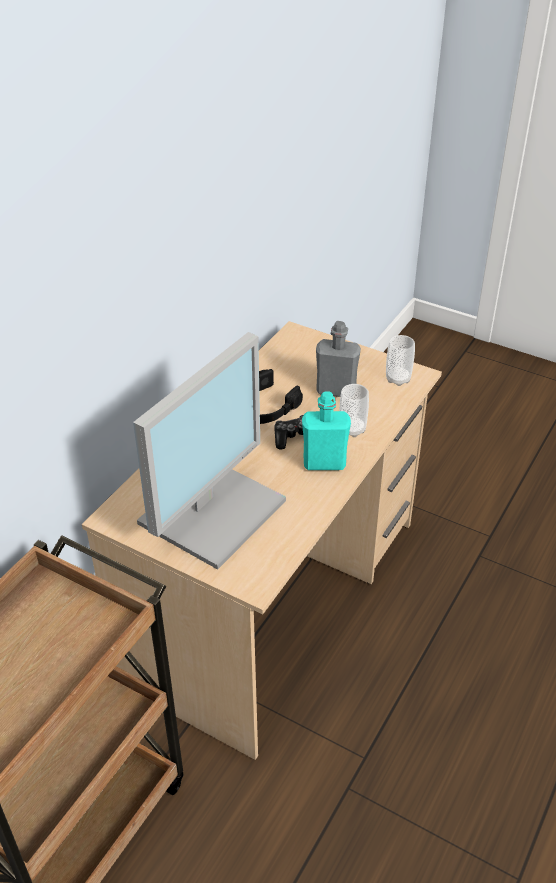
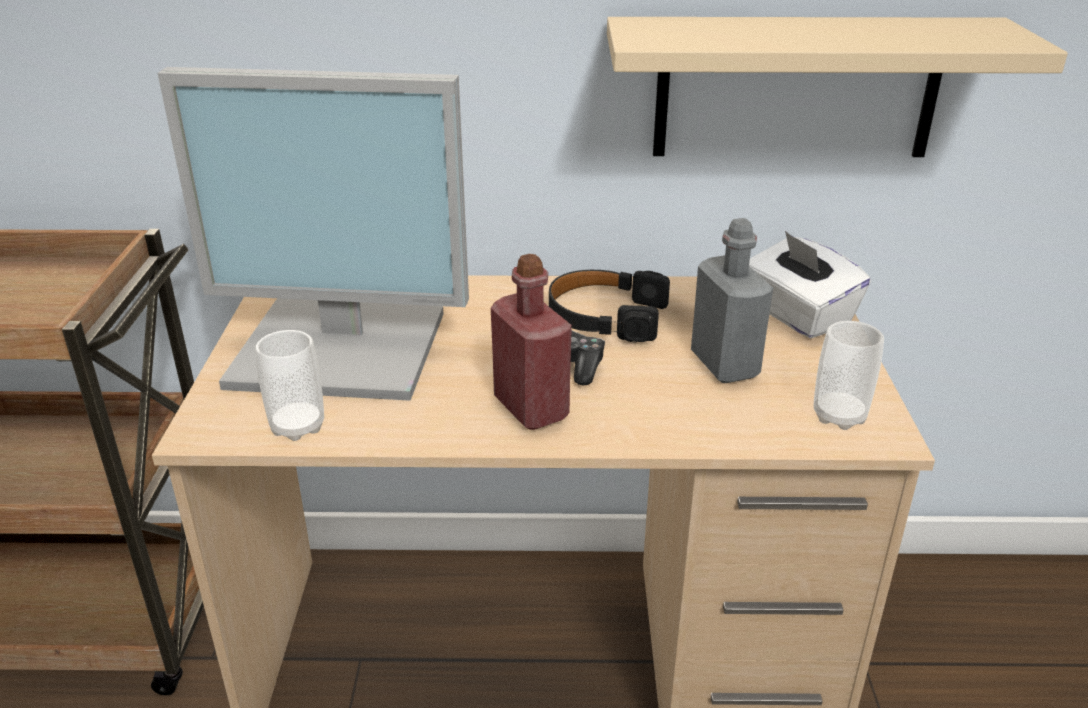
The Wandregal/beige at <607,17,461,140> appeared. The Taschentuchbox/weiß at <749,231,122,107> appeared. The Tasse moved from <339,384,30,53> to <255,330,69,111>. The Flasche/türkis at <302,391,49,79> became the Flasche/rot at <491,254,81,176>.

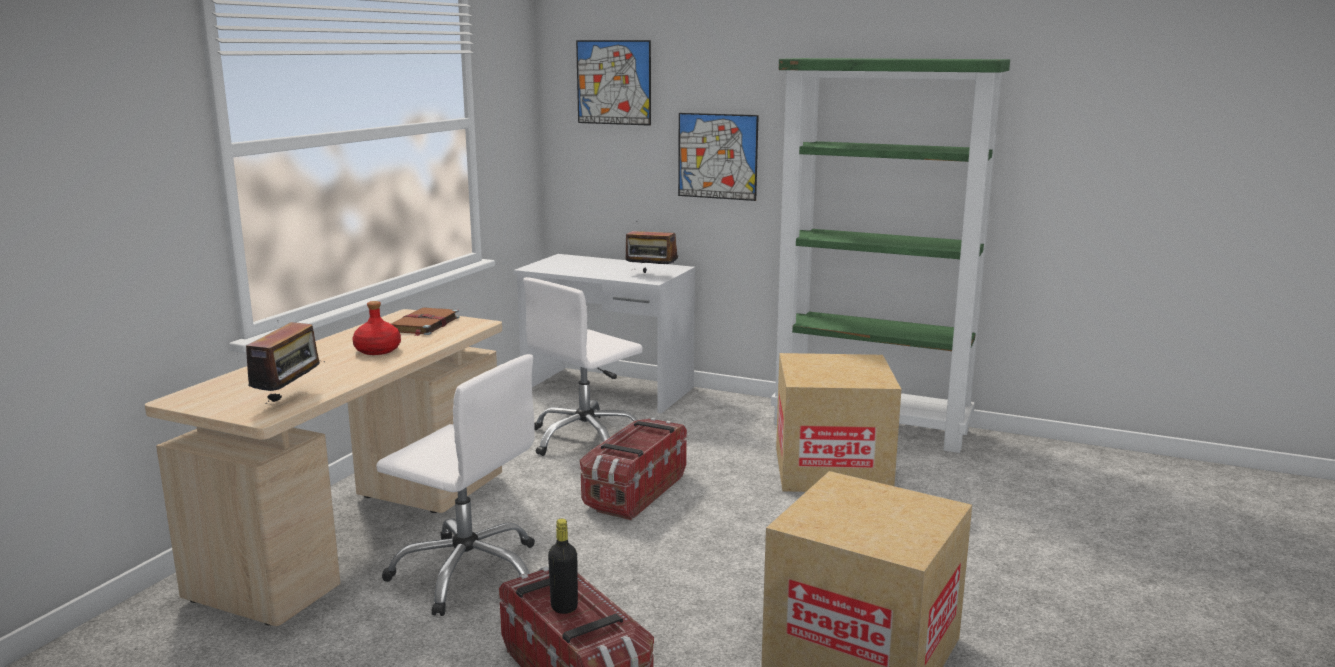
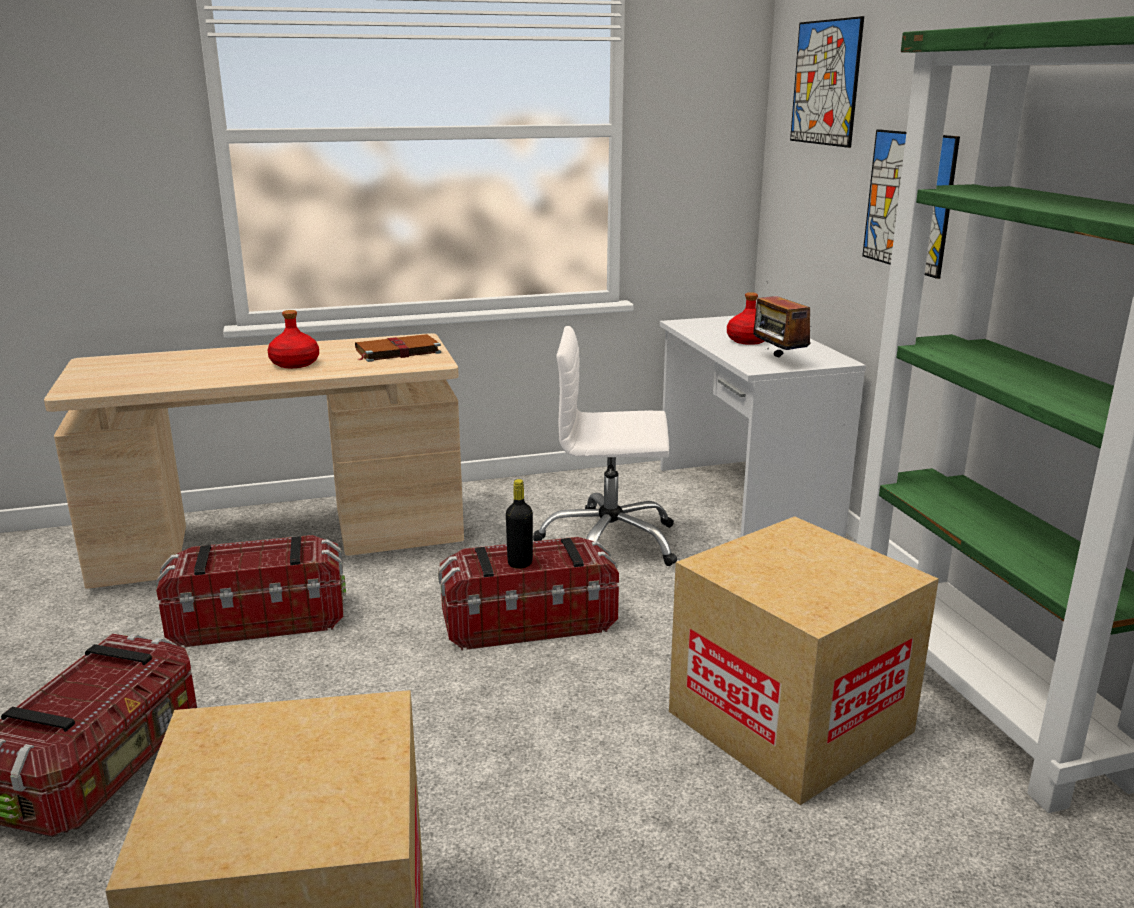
The Radio at <237,322,88,82> disappeared. The Flasche/rot at <727,292,37,53> appeared. The Flasche/schwarz moved from <548,519,30,95> to <506,479,27,90>. The Bürostuhl/weiß at <376,354,159,262> was replaced by the Aufbewahrungsbox at <156,535,190,112>.

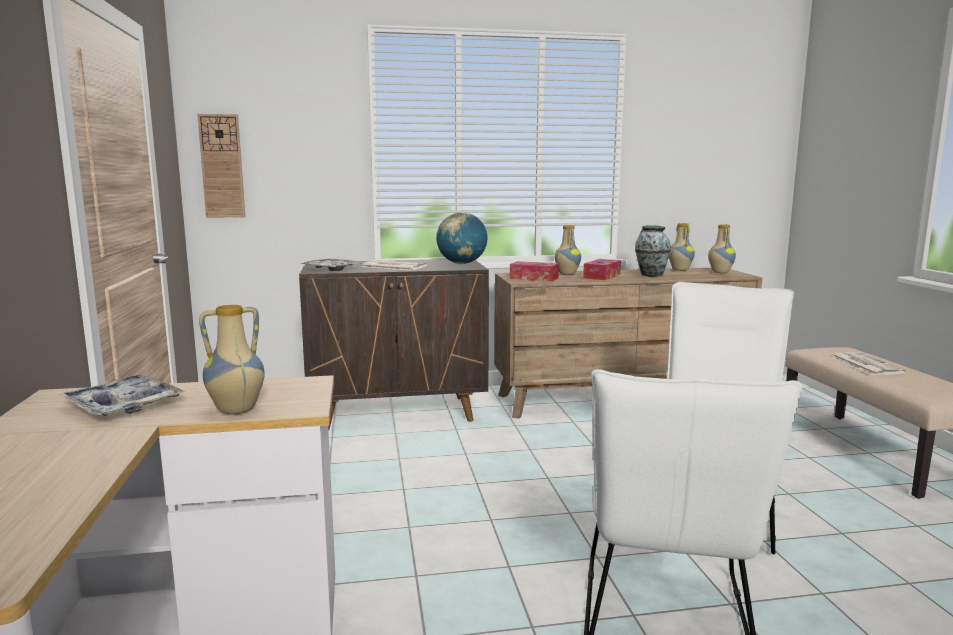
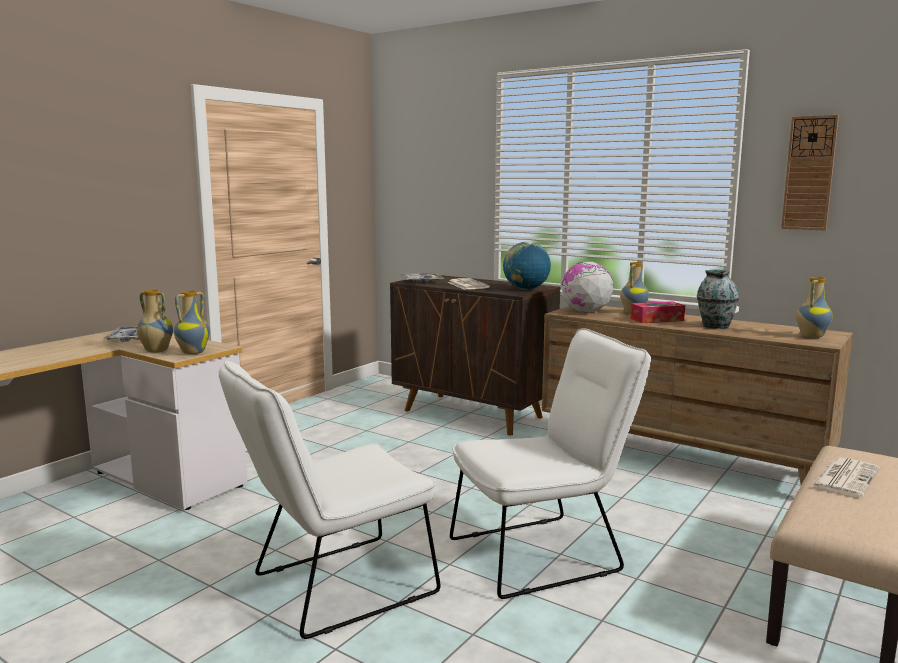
The Wanduhr moved from <197,114,48,104> to <781,115,58,116>. The Vase moved from <669,223,26,48> to <174,291,36,63>. The Taschentuchbox at <510,261,49,21> was replaced by the Globus at <562,262,51,51>.

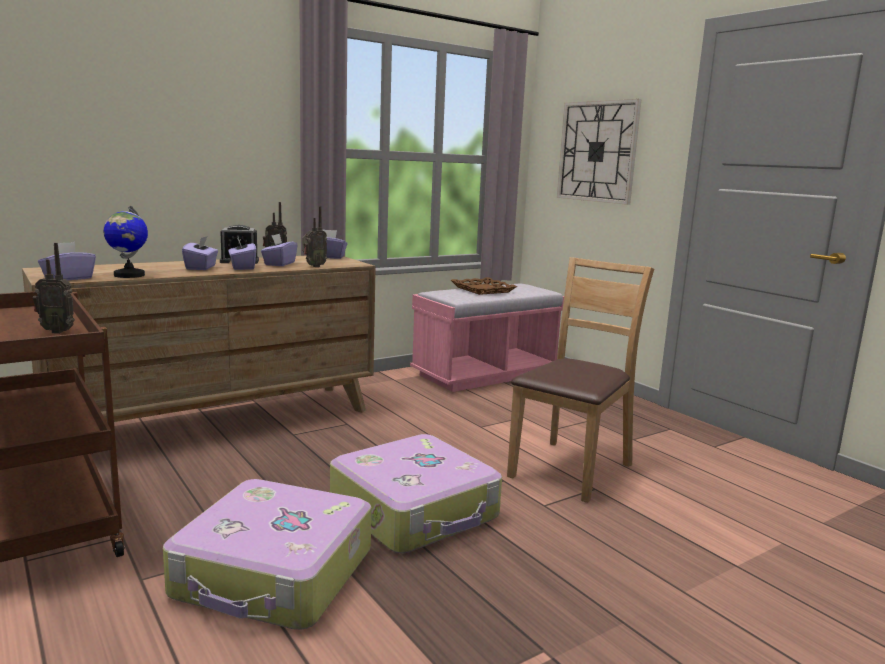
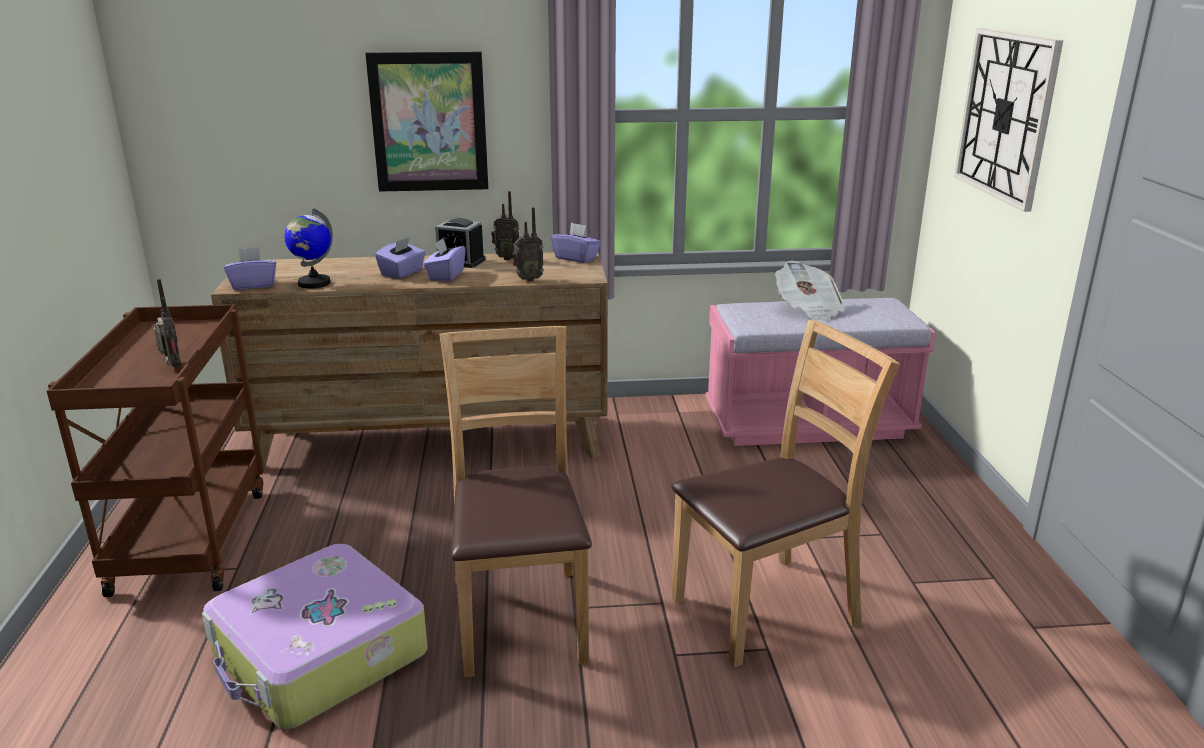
The Taschentuchbox/lila at <261,234,37,32> disappeared. The Bild at <365,52,123,140> appeared. The Koffer at <330,434,172,119> was replaced by the Stuhl/braun at <439,326,153,352>. The Tablett/braun at <451,277,66,18> was replaced by the Zeitung at <775,261,70,61>. The Radio at <33,243,42,91> turned 150 degrees counterclockwise.

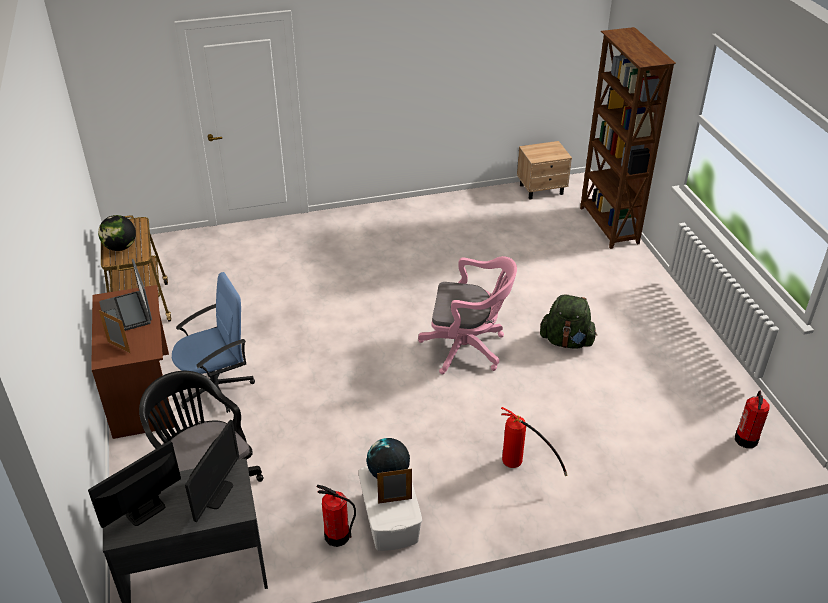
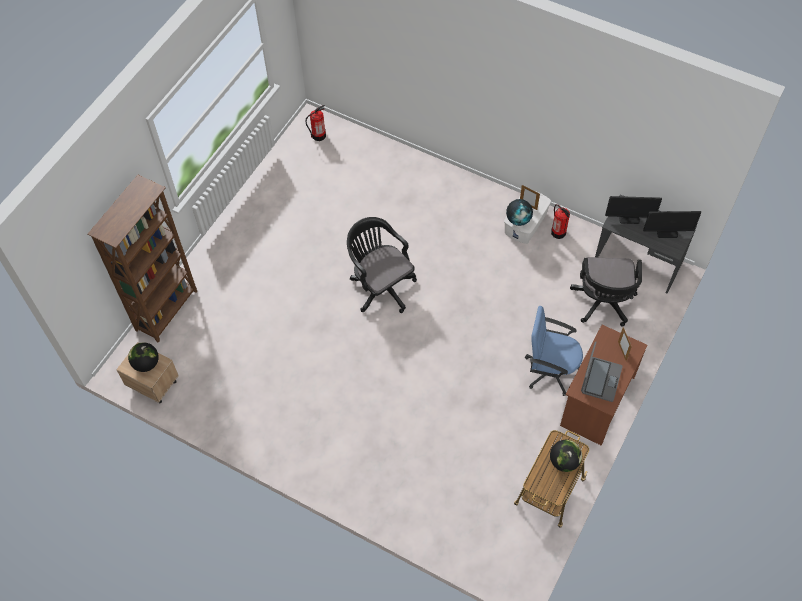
The Feuerlöscher at <501,407,66,69> disappeared. The Rucksack/grün at <540,294,57,55> disappeared. The Globus at <128,342,31,30> appeared. The Bürostuhl/rosa at <418,256,99,118> became the Bürostuhl/schwarz at <347,217,70,96>. The Monitor at <185,420,54,102> turned 150 degrees counterclockwise.

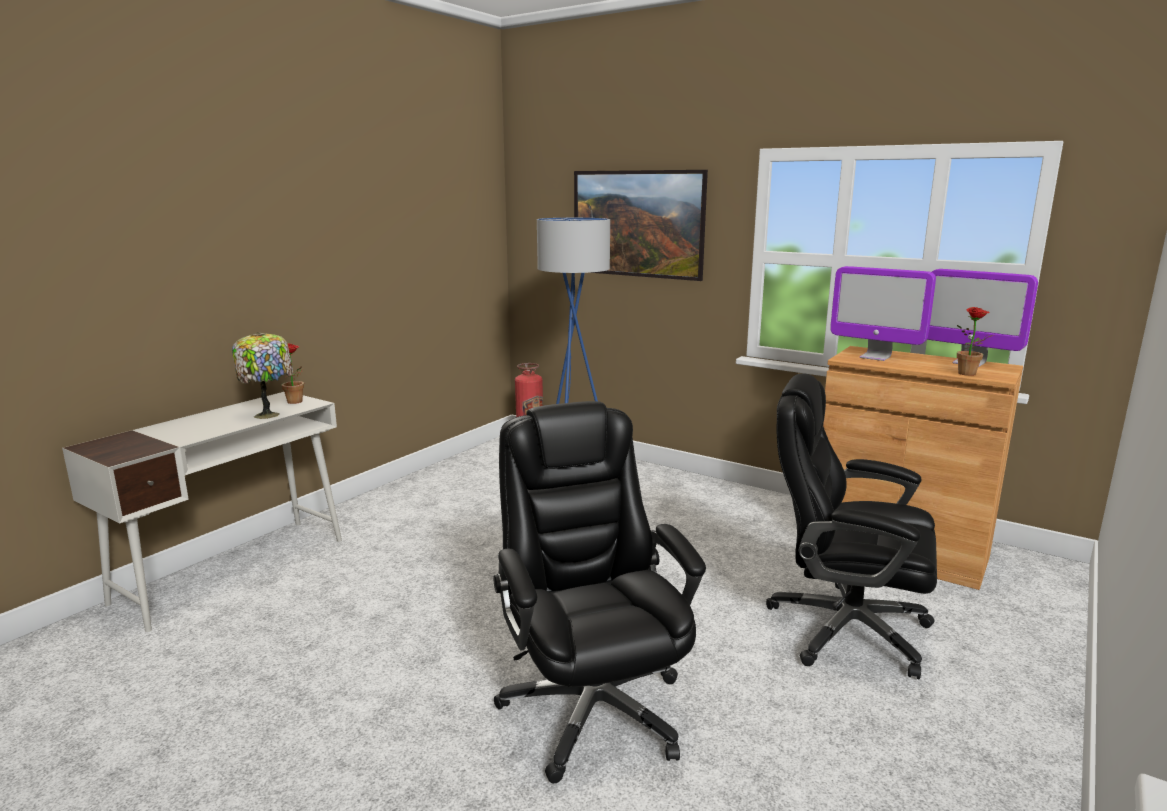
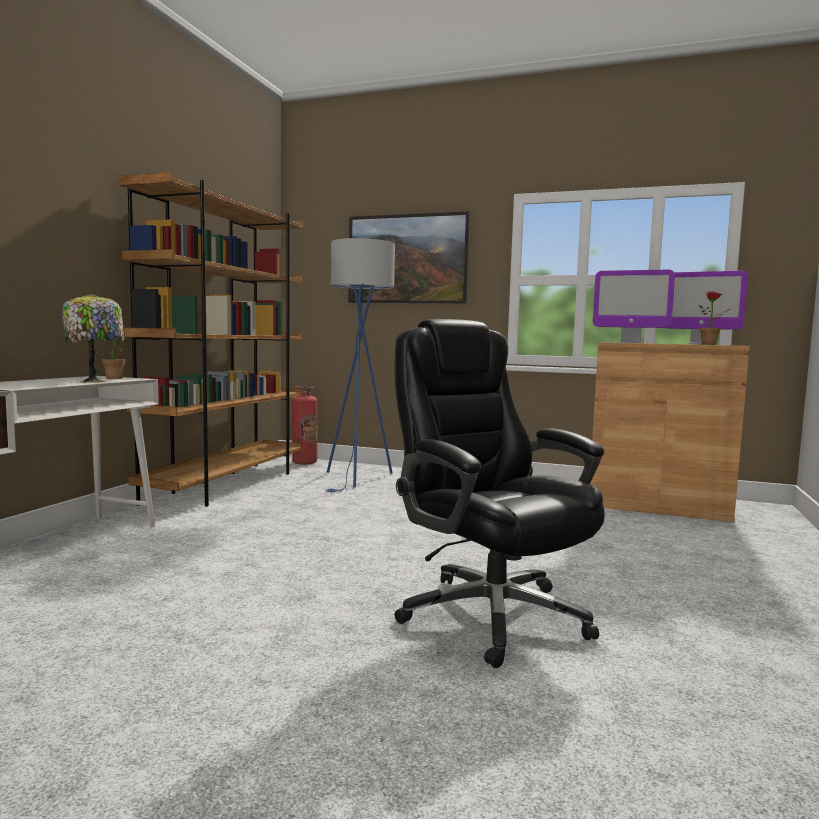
The Bürostuhl/schwarz at <766,373,171,306> disappeared. The Bücherregal/braun at <120,172,183,334> appeared.

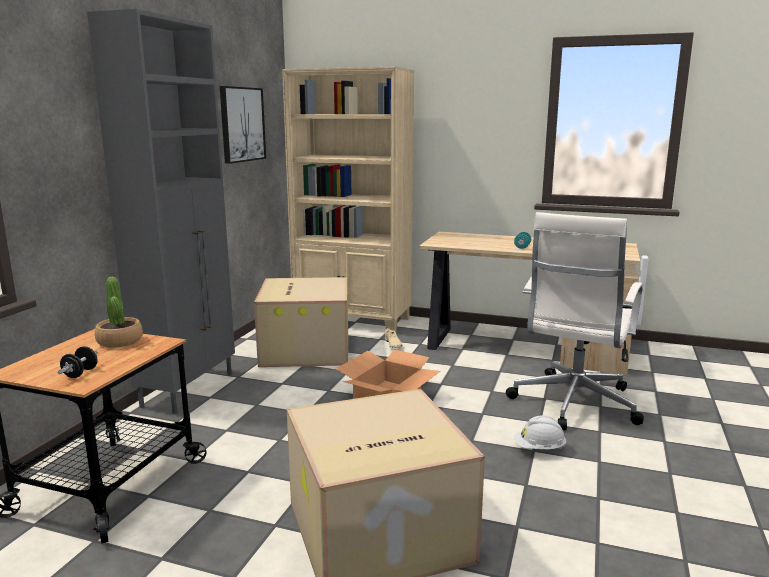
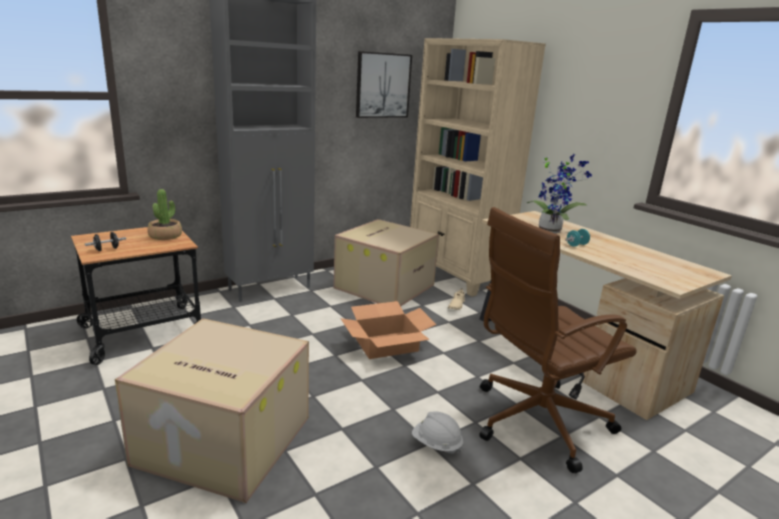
The Topfpflanze at <527,154,65,80> appeared. The Bürostuhl/weiß at <506,212,138,218> became the Bürostuhl/braun at <479,207,158,267>.

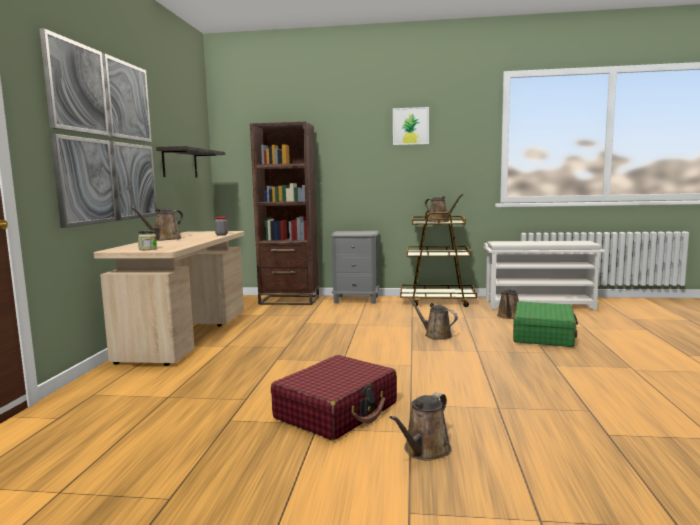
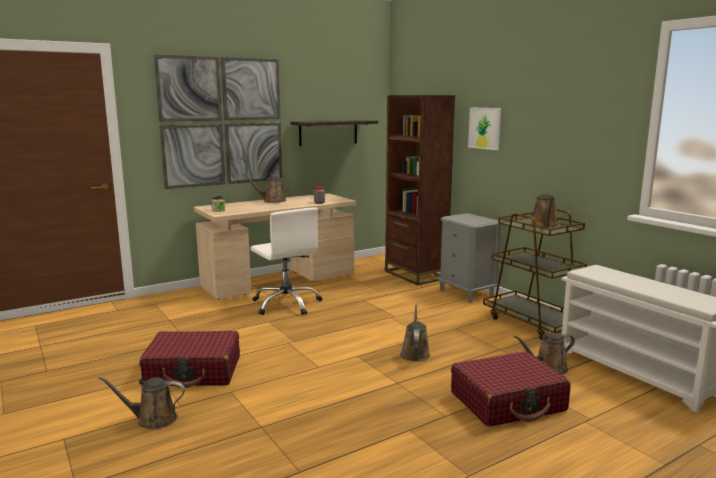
The Bürostuhl/weiß at <251,207,71,108> appeared. The Bild moved from <393,107,36,38> to <468,108,33,42>. The Koffer/grün at <513,301,65,46> became the Koffer/rot at <451,351,119,76>.

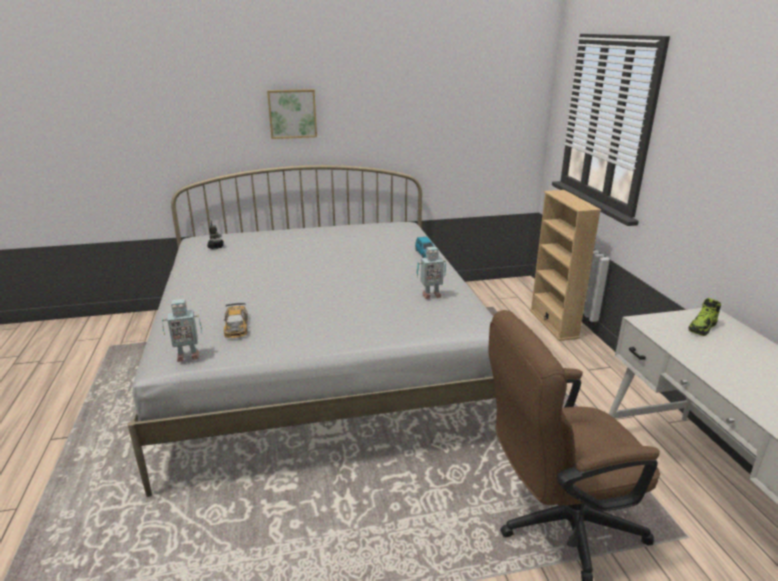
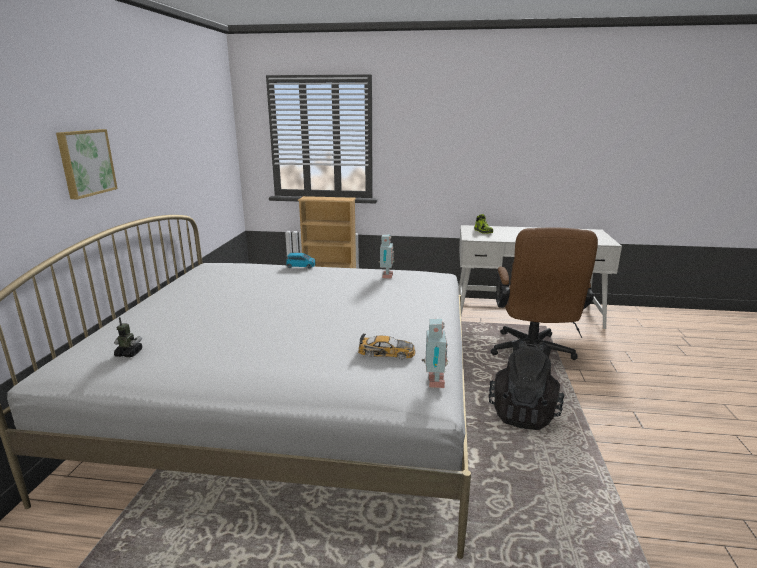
The Rucksack/schwarz at <489,339,76,91> appeared.

